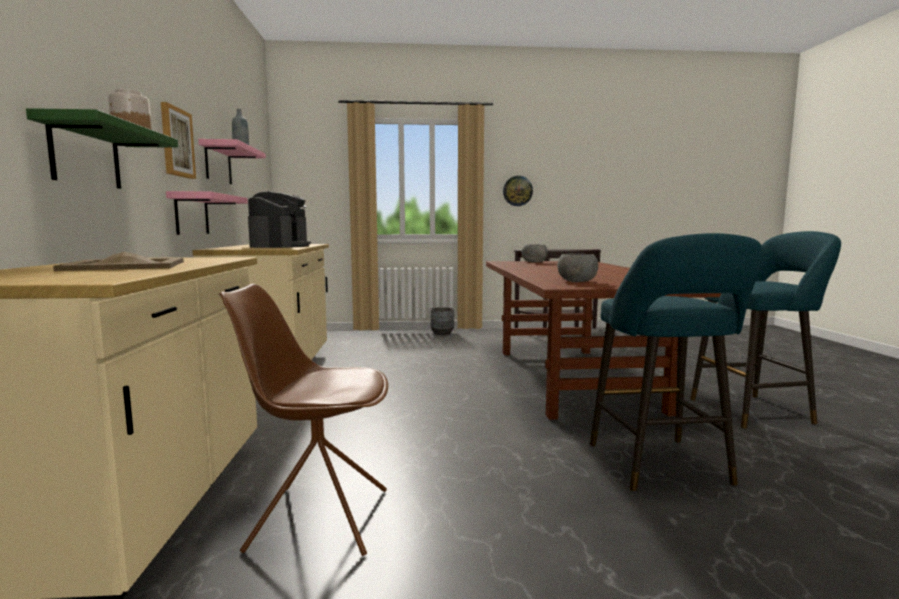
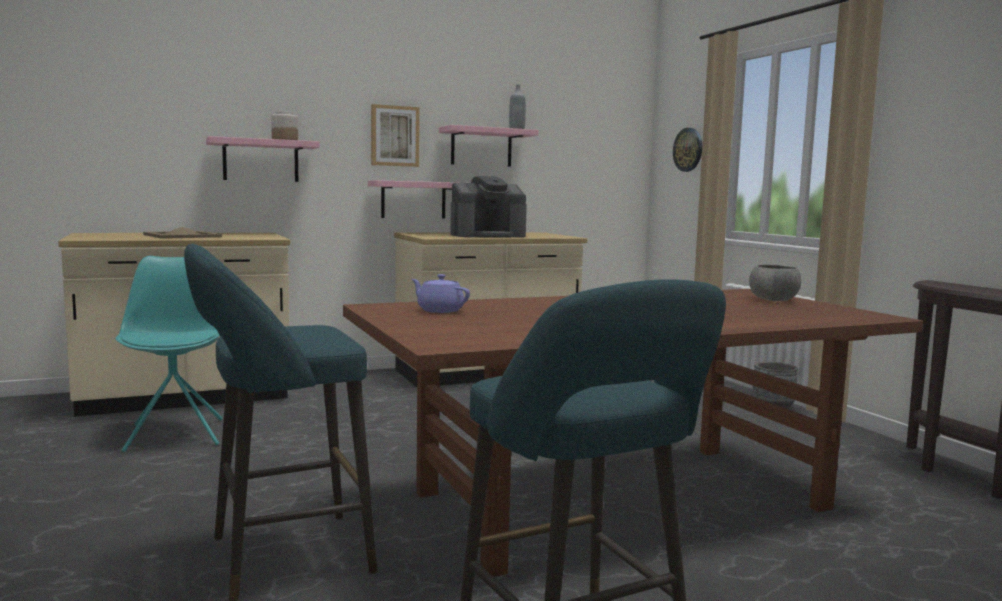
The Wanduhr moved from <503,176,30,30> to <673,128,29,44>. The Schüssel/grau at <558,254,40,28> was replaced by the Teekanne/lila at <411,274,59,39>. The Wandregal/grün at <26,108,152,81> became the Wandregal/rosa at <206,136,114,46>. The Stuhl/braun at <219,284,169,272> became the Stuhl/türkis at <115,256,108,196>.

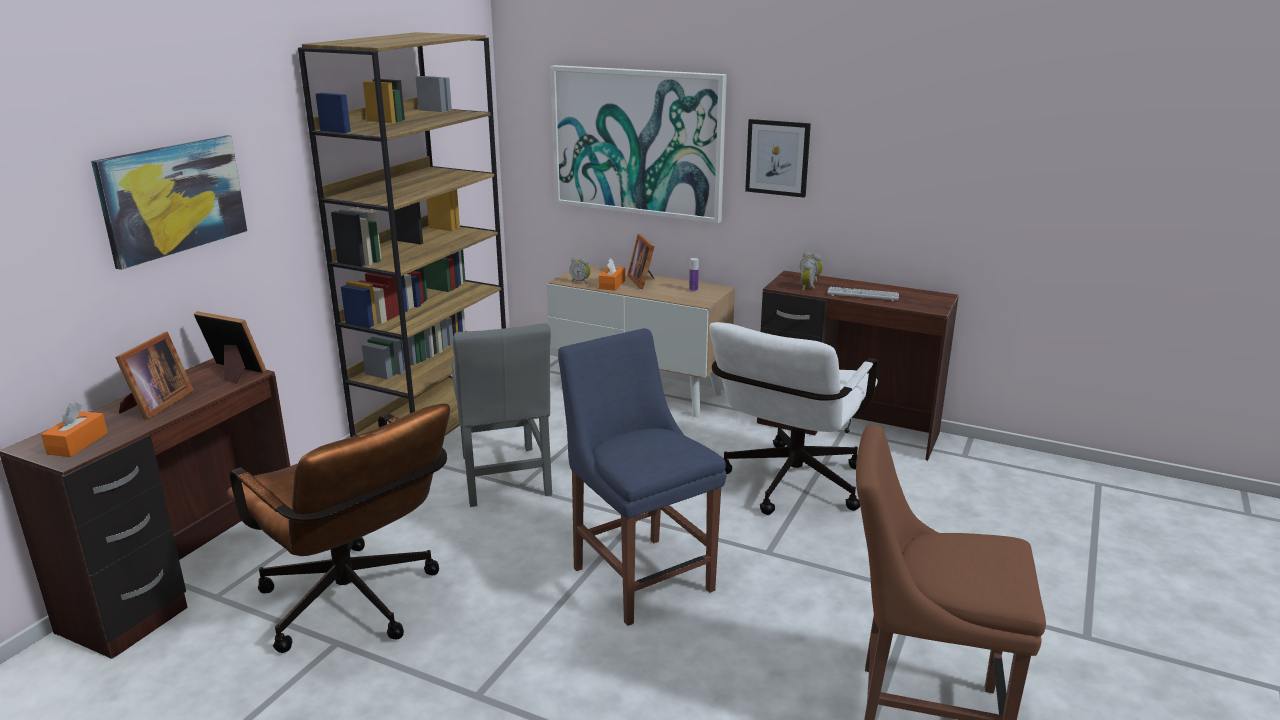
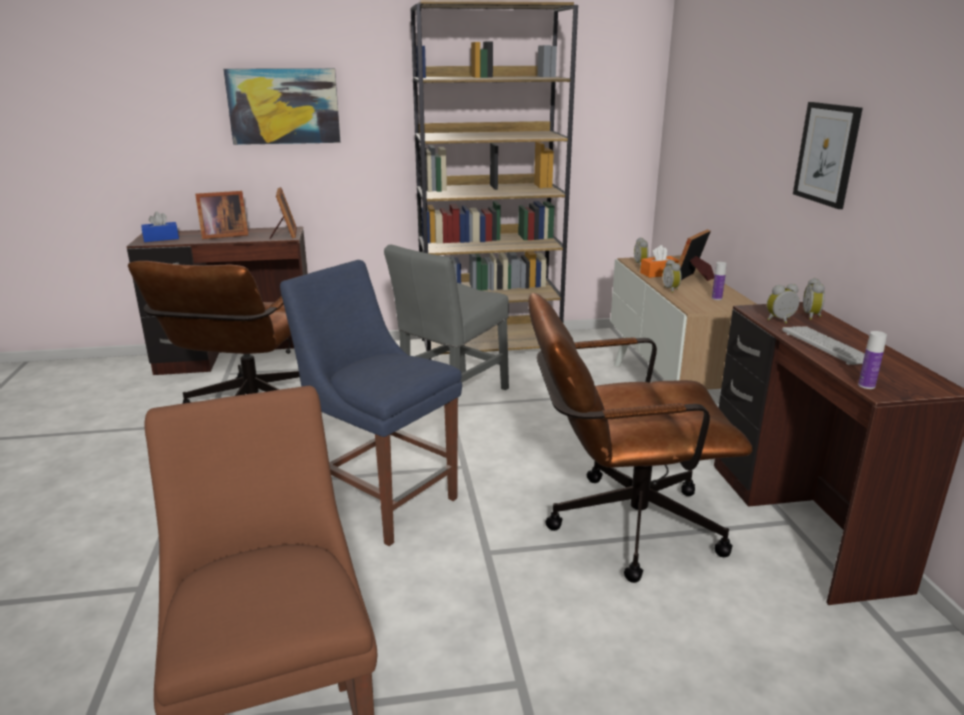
The Bild at <550,65,177,158> disappeared. The Wecker at <662,260,19,33> appeared. The Flasche at <858,331,29,58> appeared. The Taschentuchbox/orange at <41,403,67,54> became the Taschentuchbox/blau at <141,212,38,30>. The Bürostuhl/weiß at <709,322,169,193> became the Bürostuhl/braun at <528,293,225,290>. The Stuhl/blau at <558,328,168,298> turned 75 degrees counterclockwise.

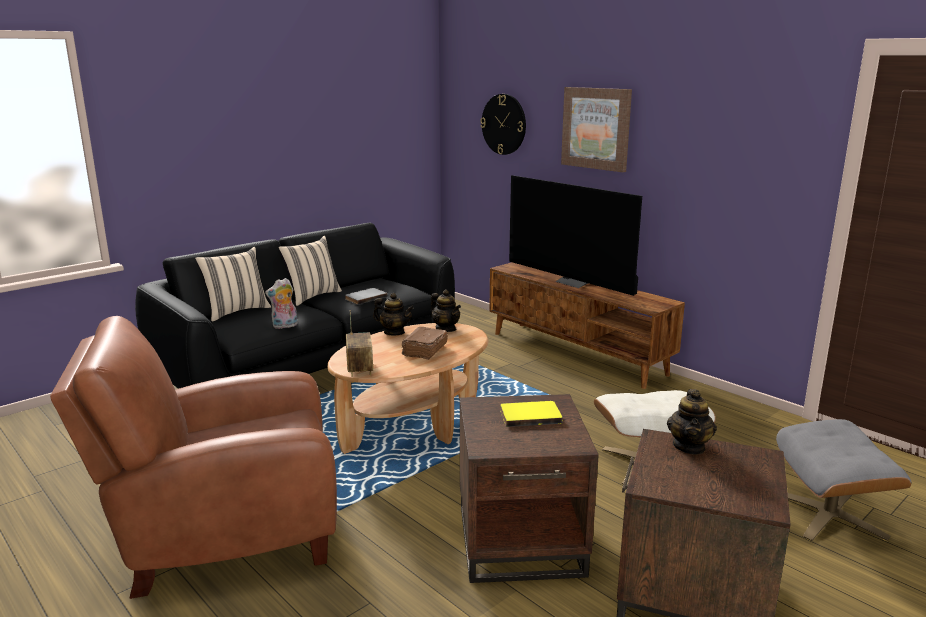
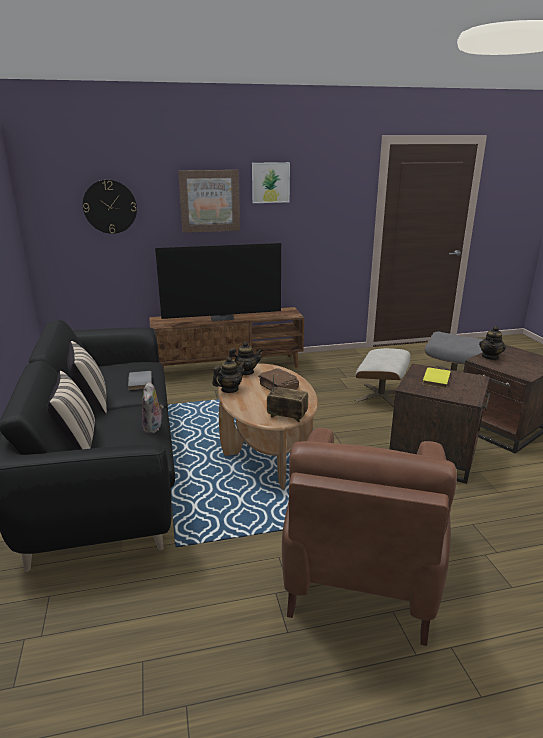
The Bild at <252,162,38,41> appeared. The Teekanne at <667,389,50,66> turned 75 degrees clockwise.

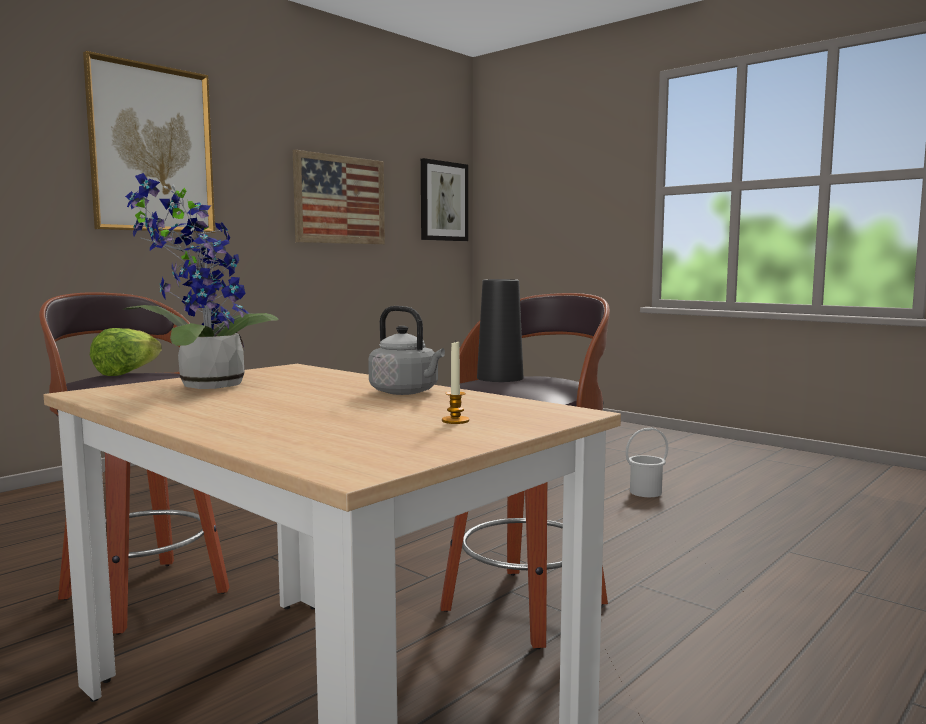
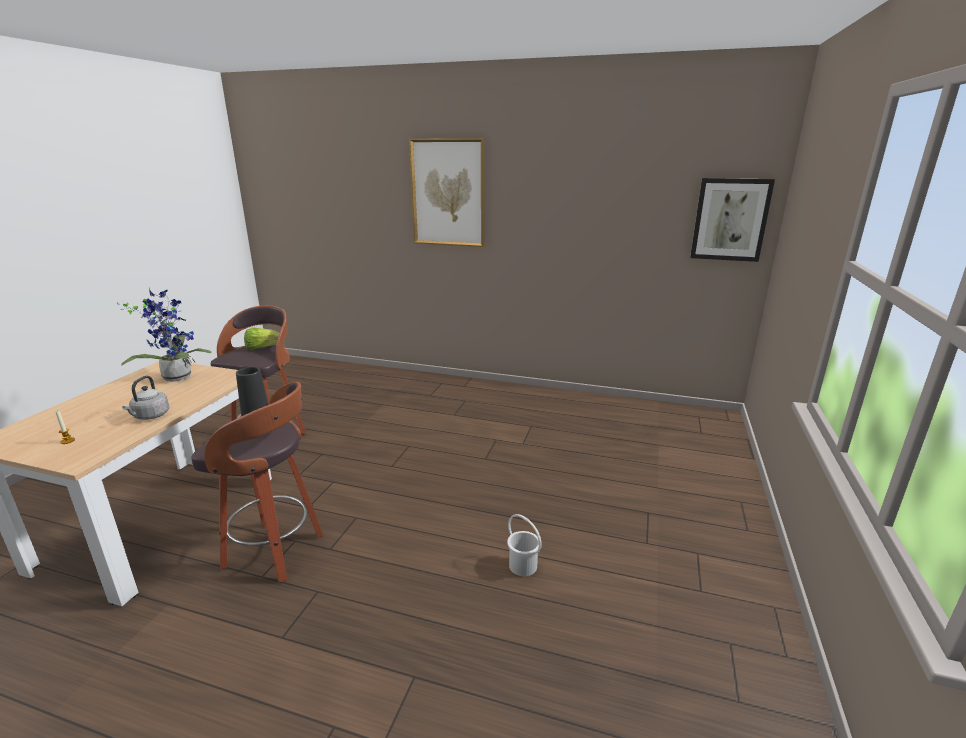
The Bild at <293,150,92,95> disappeared.

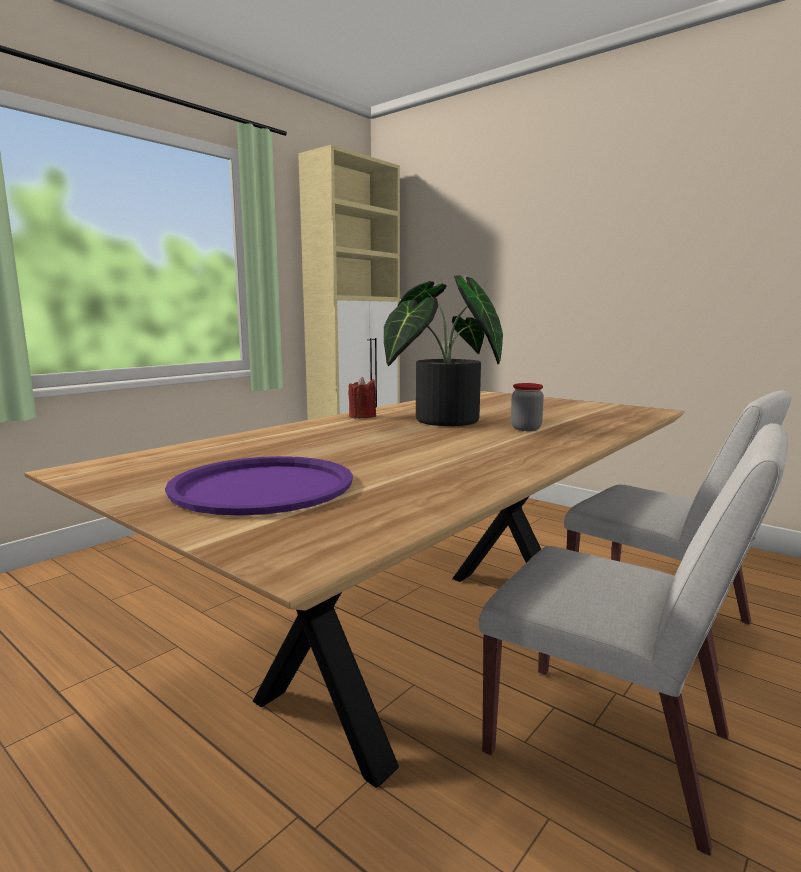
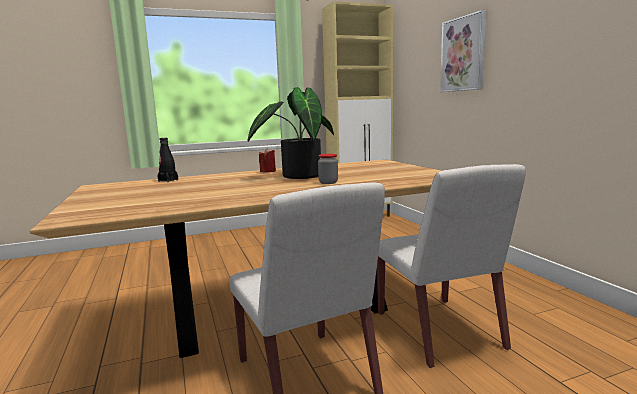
The Tablett/lila at <165,456,188,60> disappeared. The Flasche/schwarz at <158,138,20,44> appeared. The Bild at <440,10,46,82> appeared.

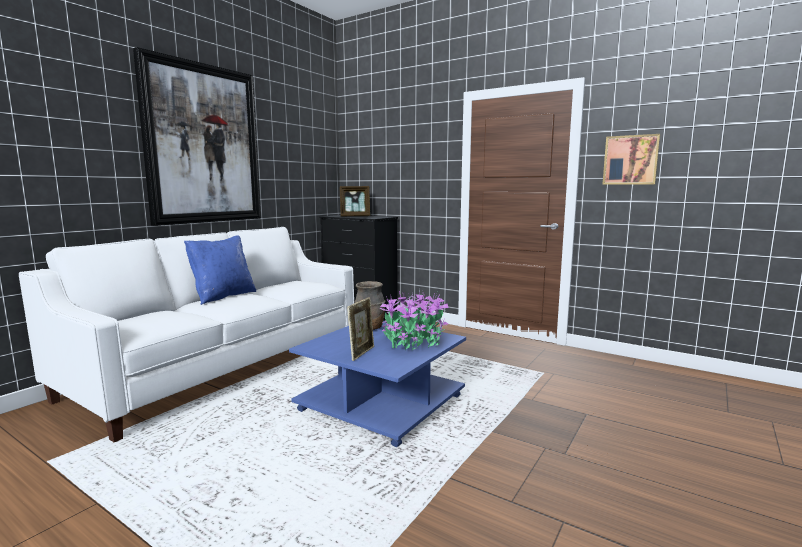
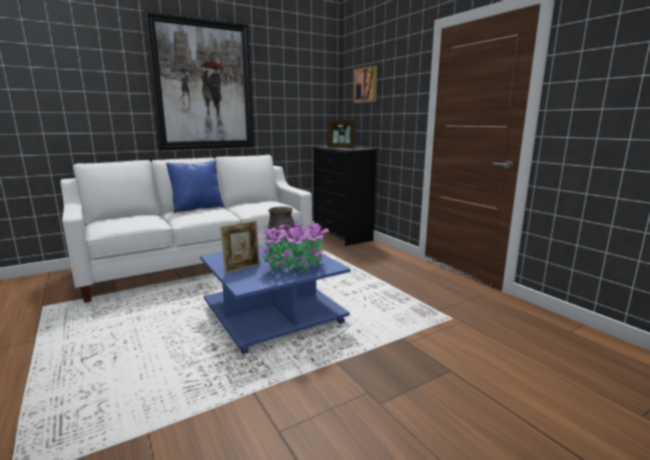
The Bild moved from <602,134,58,51> to <353,65,24,38>.

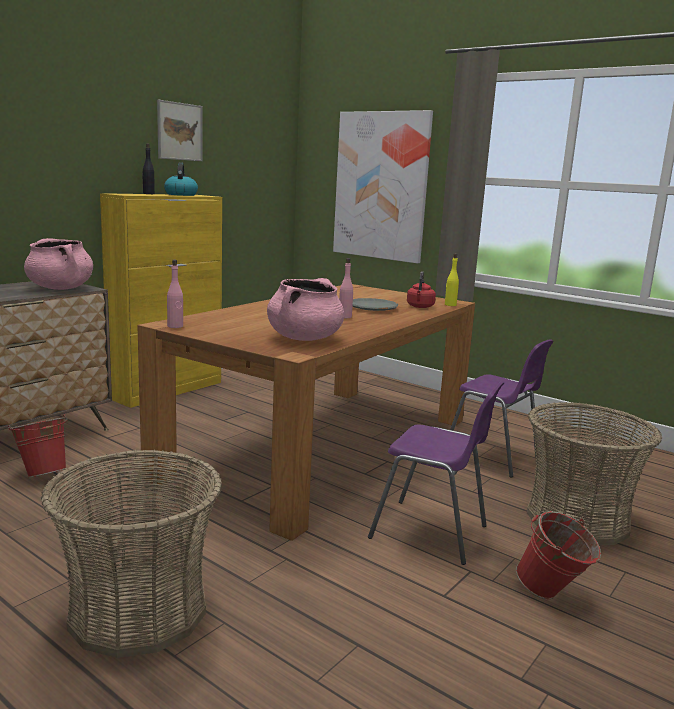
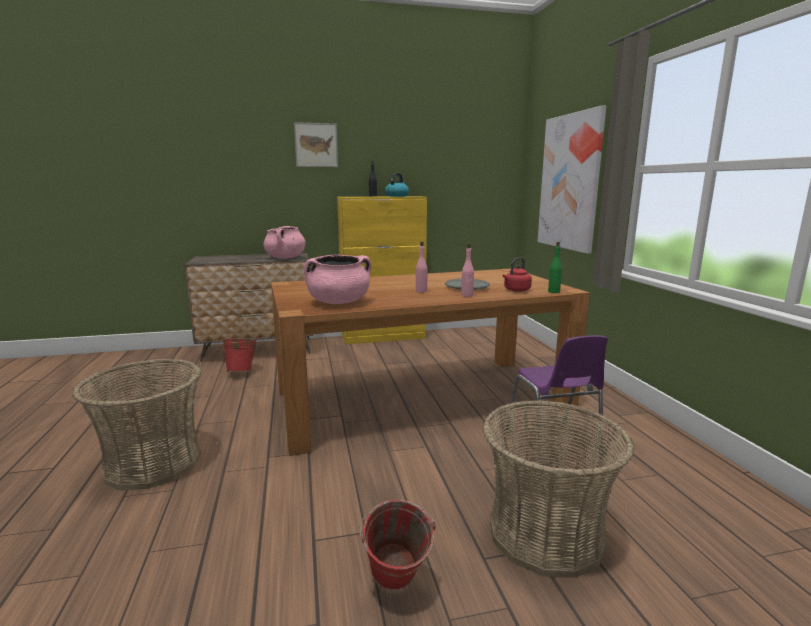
The Stuhl/lila at <368,381,137,184> disappeared. The Bild moved from <157,100,46,61> to <294,122,44,45>. The Flasche/rosa moved from <167,260,16,68> to <461,244,13,53>. The Flasche/gelb at <445,253,14,53> became the Flasche/grün at <548,242,14,51>.

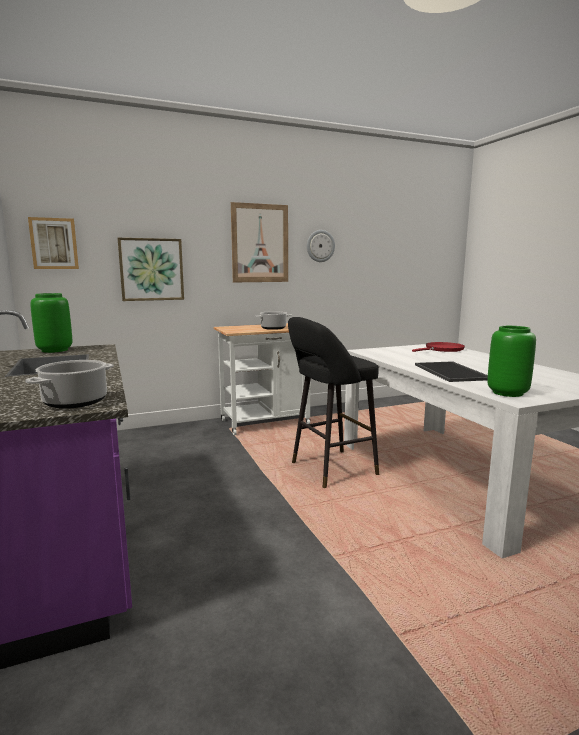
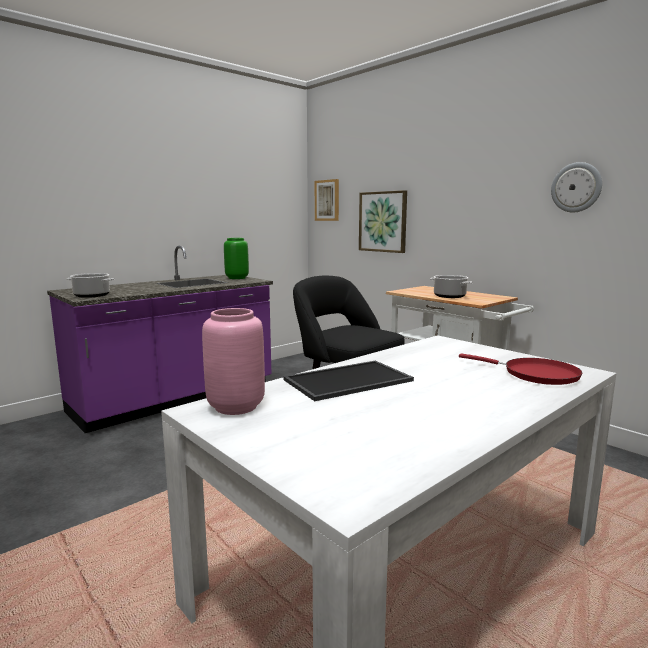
The Bild at <231,202,57,80> disappeared. The Vase/grün at <487,326,49,71> became the Vase/rosa at <202,308,63,107>.

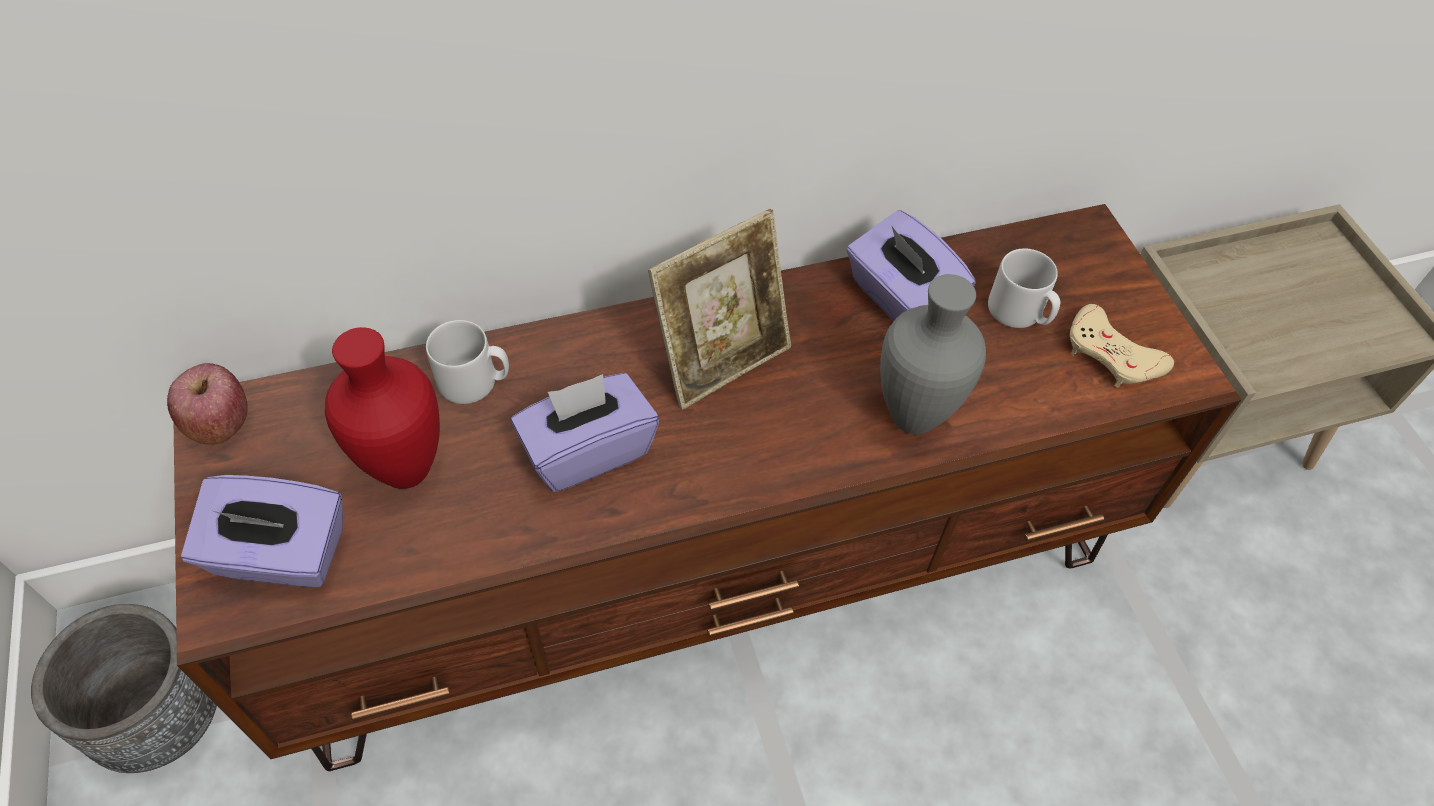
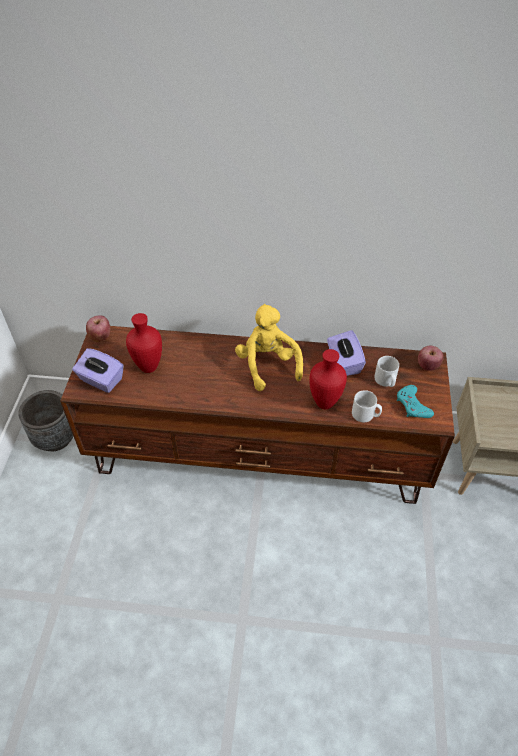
The Taschentuchbox/lila at <511,373,148,119> disappeared. The Apfel at <418,346,26,25> appeared. The Henkelbecher/grau moved from <426,320,83,84> to <352,390,30,32>. The Bilderrahmen at <648,209,143,201> was replaced by the Plüschtier/gelb at <235,304,68,87>. The Vase/grau at <880,274,106,160> became the Vase/rot at <309,349,38,60>. The Gamepad/beige at <1070,304,104,83> became the Gamepad/türkis at <397,385,37,33>.

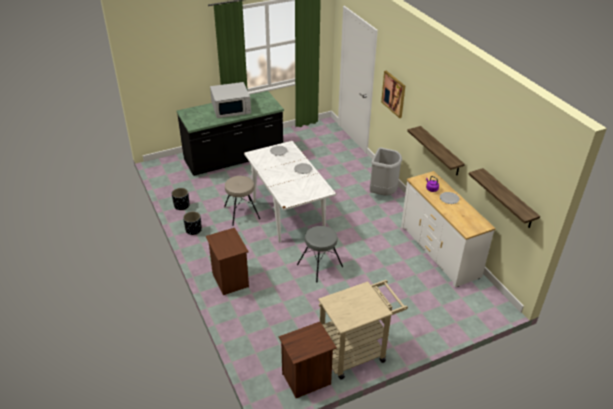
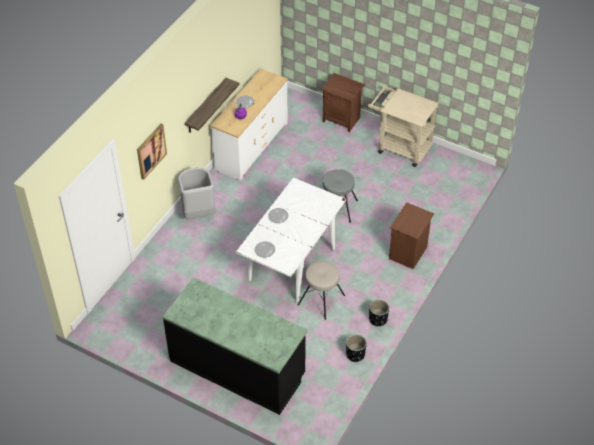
The Mikrowelle/weiß at <210,82,41,36> disappeared. The Wandregal at <468,168,72,60> disappeared. The Nachttisch/braun moved from <279,322,58,76> to <321,73,44,59>.

